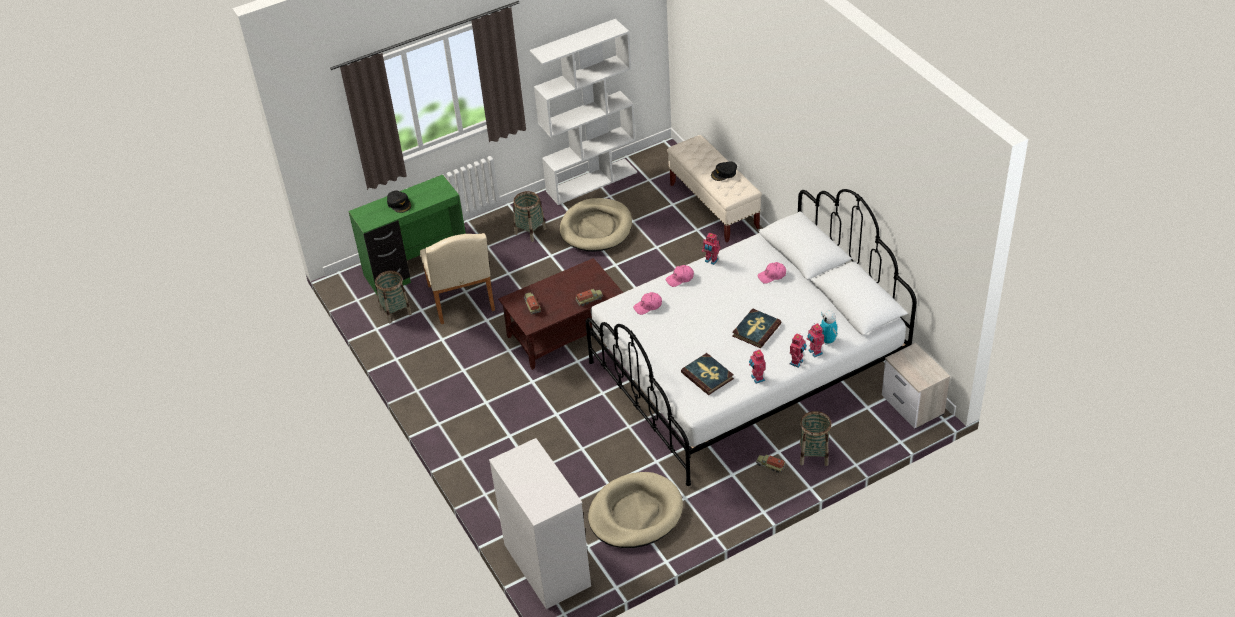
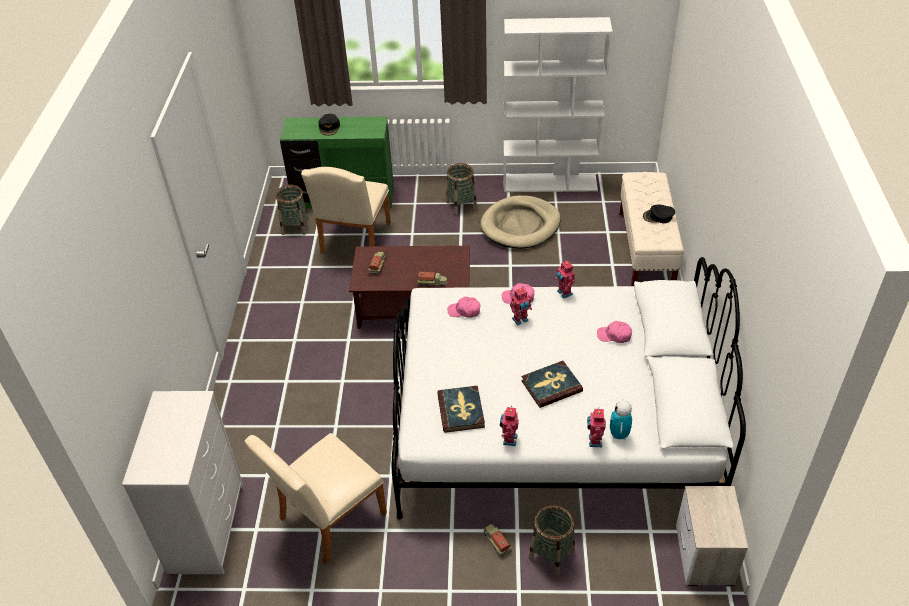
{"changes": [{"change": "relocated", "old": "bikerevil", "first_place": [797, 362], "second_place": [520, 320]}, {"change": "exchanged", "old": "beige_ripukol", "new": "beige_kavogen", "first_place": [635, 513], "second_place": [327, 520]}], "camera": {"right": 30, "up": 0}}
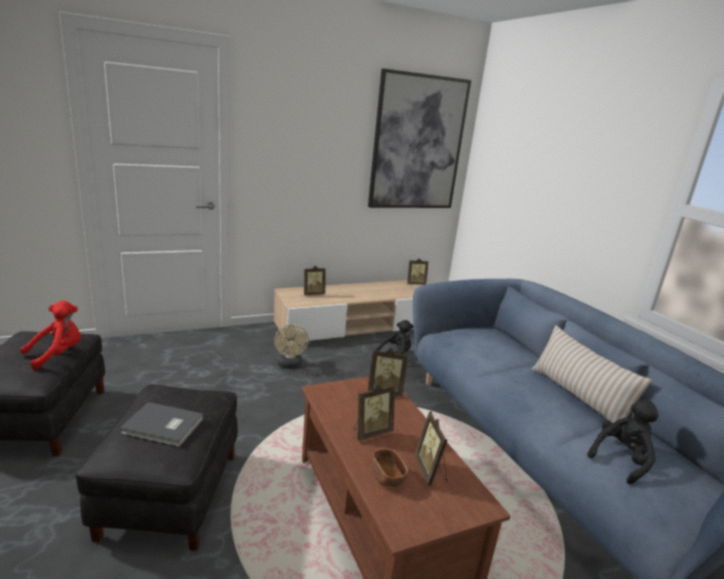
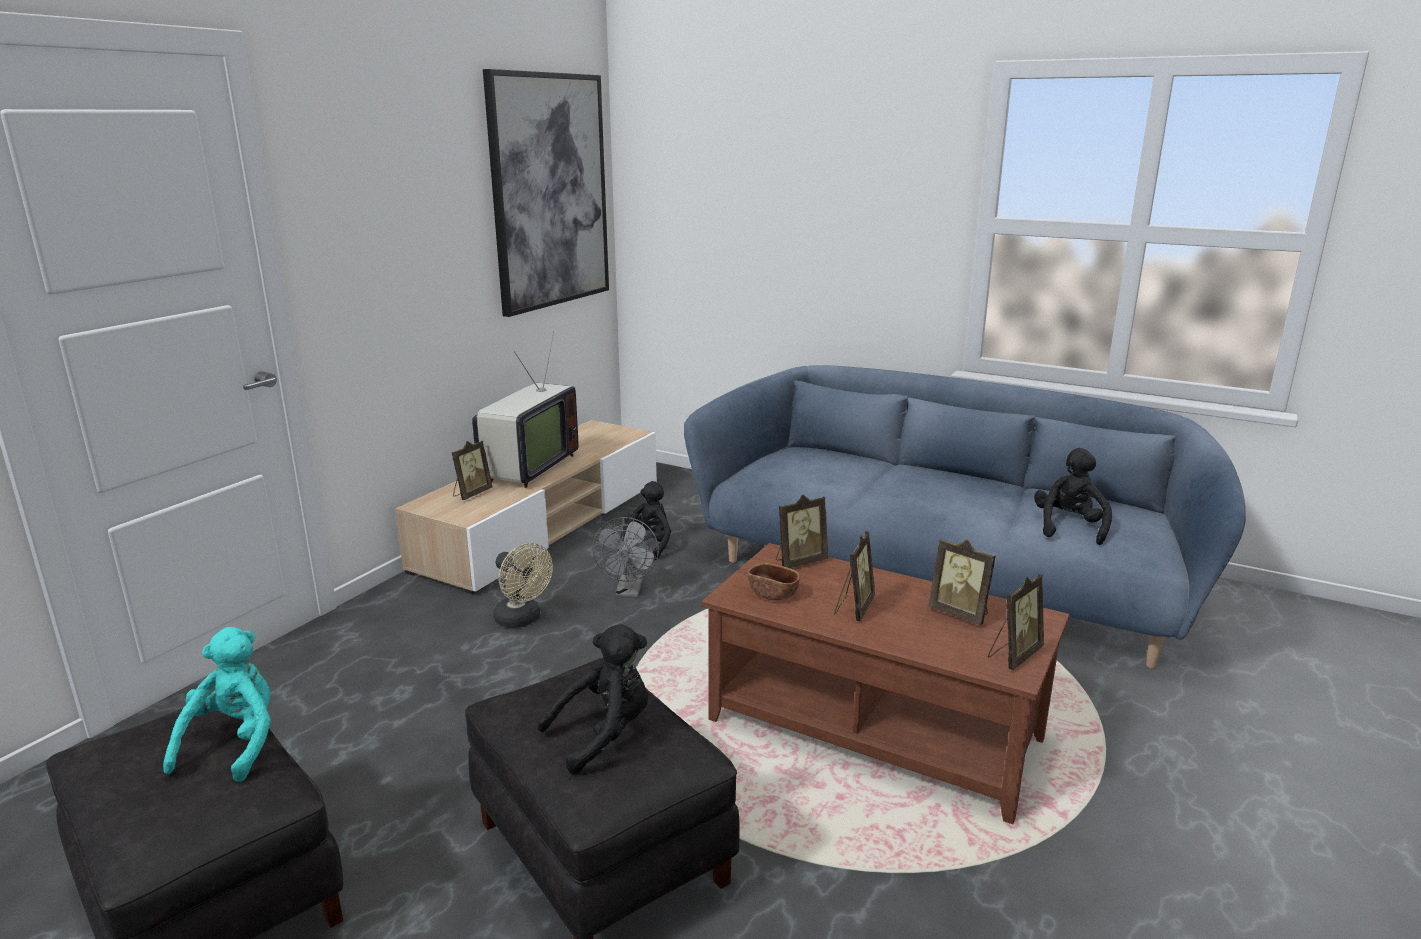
{"changes": [{"change": "relocated", "old": "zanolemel", "first_place": [415, 284], "second_place": [1013, 655]}, {"change": "colour", "old": "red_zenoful", "new": "turquoise_zenoful", "first_place": [58, 354], "second_place": [235, 744]}, {"change": "missing", "old": "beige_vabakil", "first_place": [578, 396]}, {"change": "exchanged", "old": "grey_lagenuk", "new": "black_zenoful", "first_place": [163, 427], "second_place": [604, 734]}, {"change": "relocated", "old": "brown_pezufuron", "first_place": [387, 477], "second_place": [773, 594]}, {"change": "appeared", "new": "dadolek", "second_place": [527, 468]}, {"change": "appeared", "new": "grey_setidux", "second_place": [629, 592]}], "camera": {"right": -35, "up": 0}}
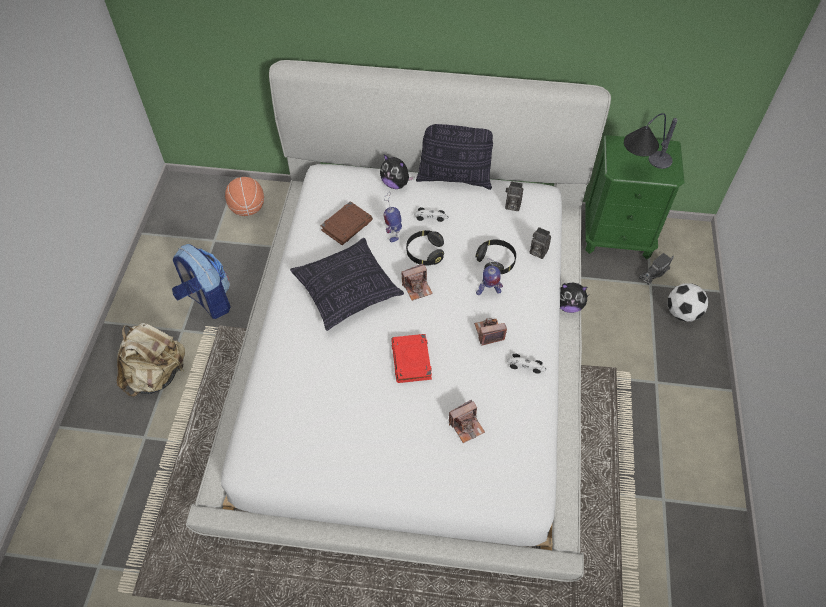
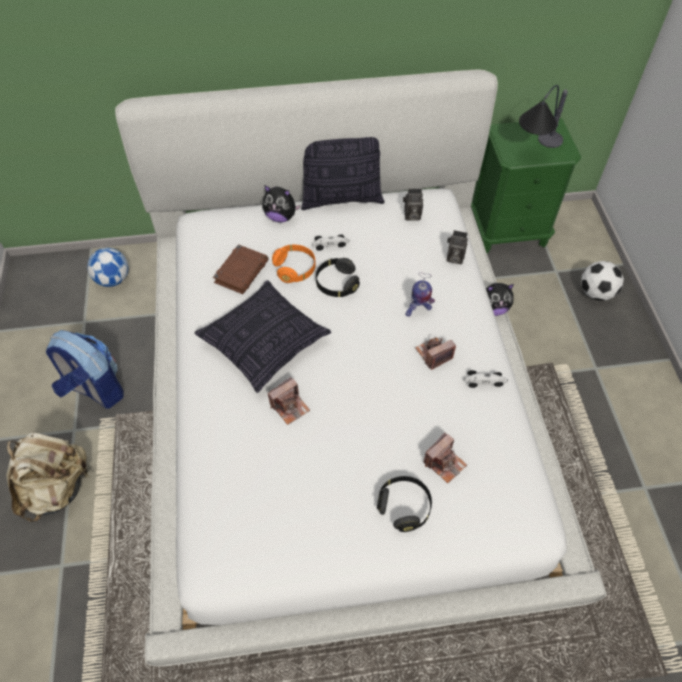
{"changes": [{"change": "exchanged", "old": "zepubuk", "new": "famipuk", "first_place": [248, 208], "second_place": [113, 279]}, {"change": "exchanged", "old": "bikerevil", "new": "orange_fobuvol", "first_place": [393, 233], "second_place": [295, 269]}, {"change": "relocated", "old": "black_fobuvol", "first_place": [496, 262], "second_place": [404, 506]}, {"change": "missing", "old": "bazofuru", "first_place": [654, 272]}, {"change": "relocated", "old": "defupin", "first_place": [417, 287], "second_place": [289, 406]}, {"change": "missing", "old": "red_lagenuk", "first_place": [411, 361]}], "camera": {"right": -15, "up": 0}}
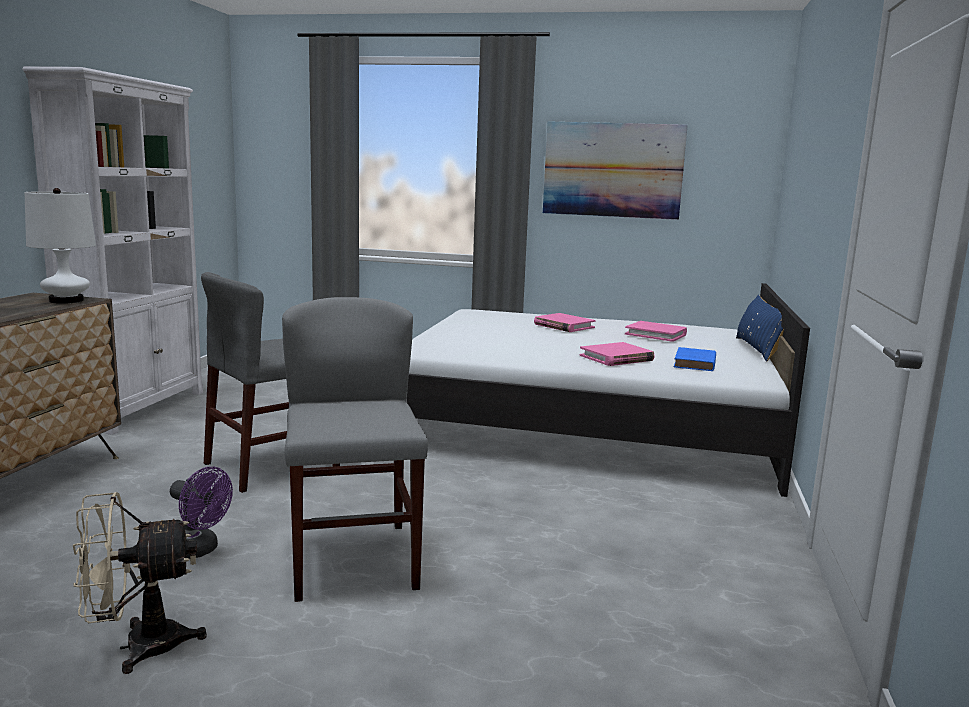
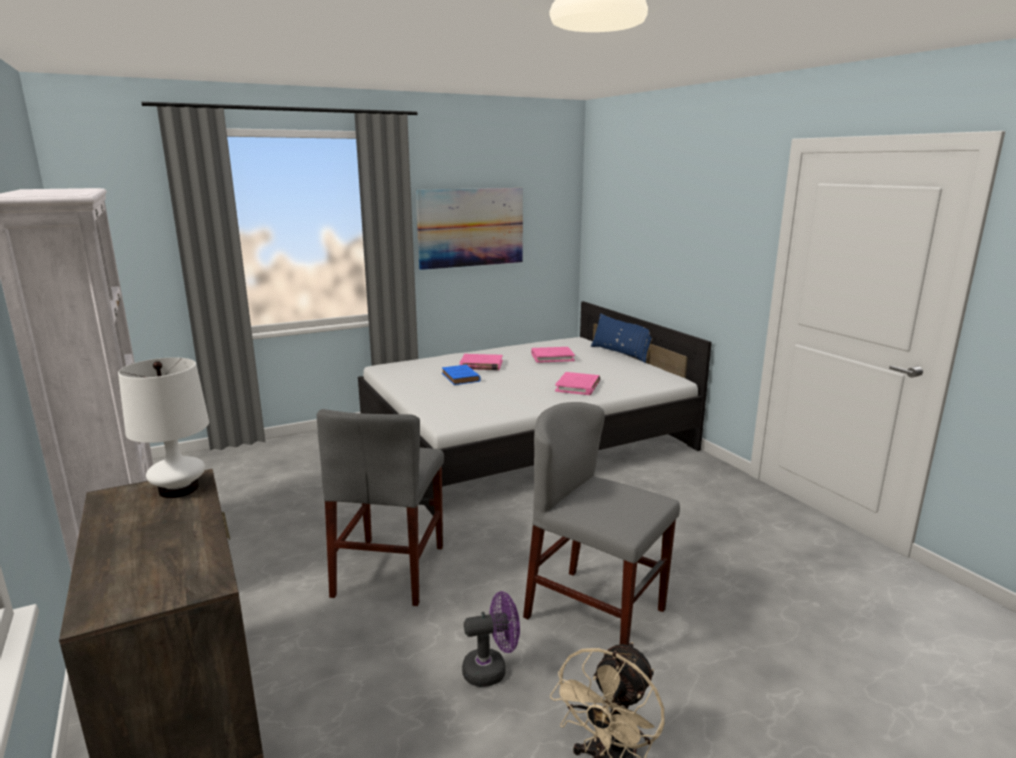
{"changes": [{"change": "relocated", "old": "blue_lagenuk", "first_place": [694, 363], "second_place": [461, 378]}], "camera": {"right": -40, "up": 5}}
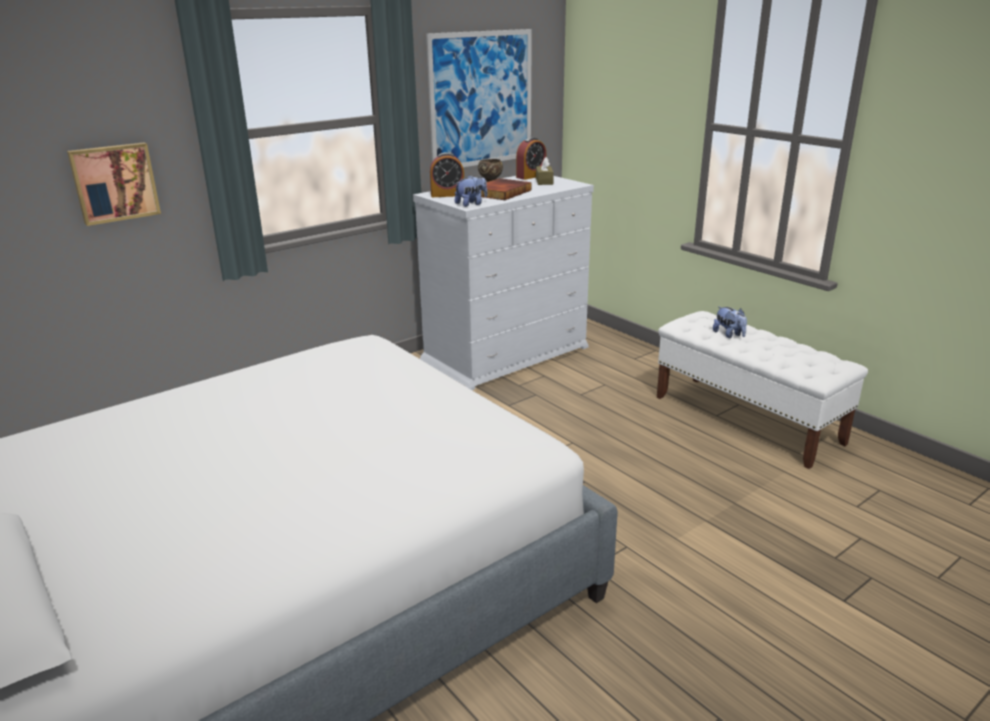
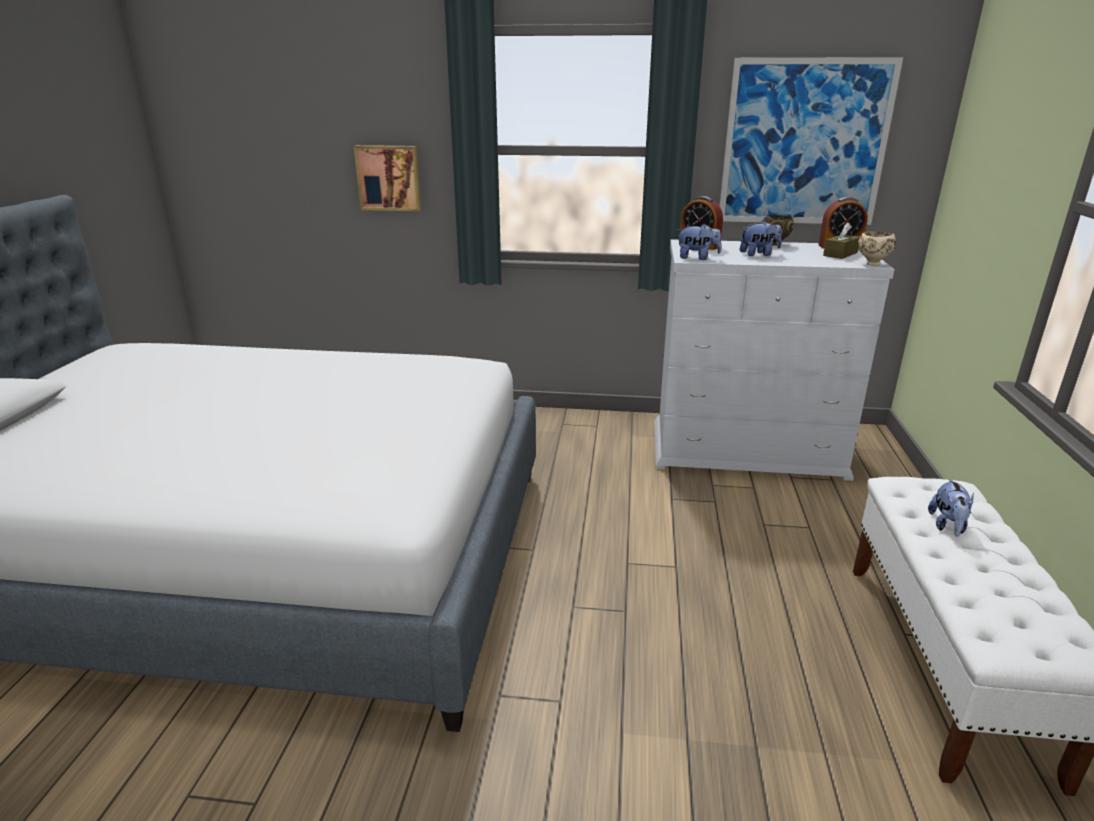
{"changes": [{"change": "exchanged", "old": "lagenuk", "new": "zenoful", "first_place": [501, 192], "second_place": [759, 254]}, {"change": "appeared", "new": "beige_pezufuron", "second_place": [872, 264]}], "camera": {"right": 45, "up": 0}}
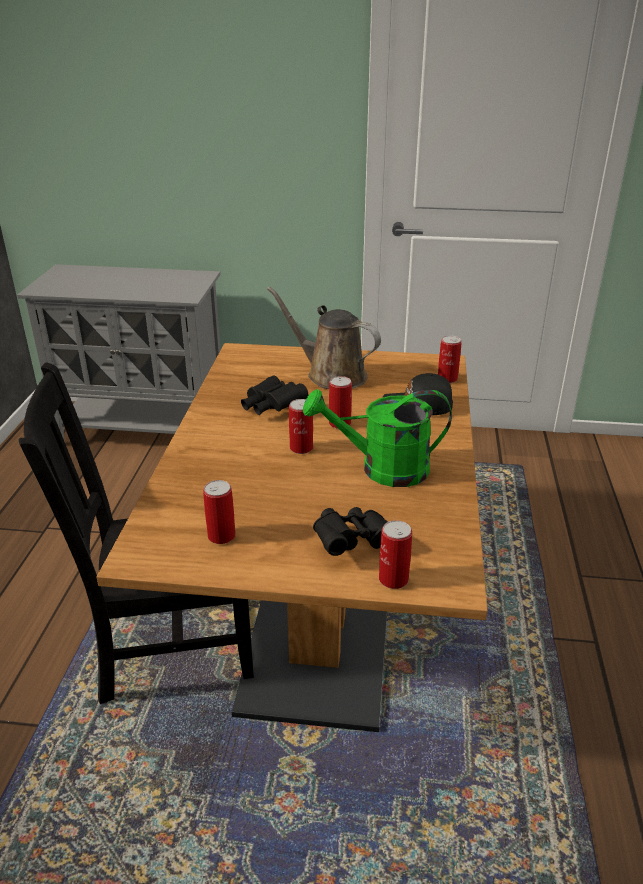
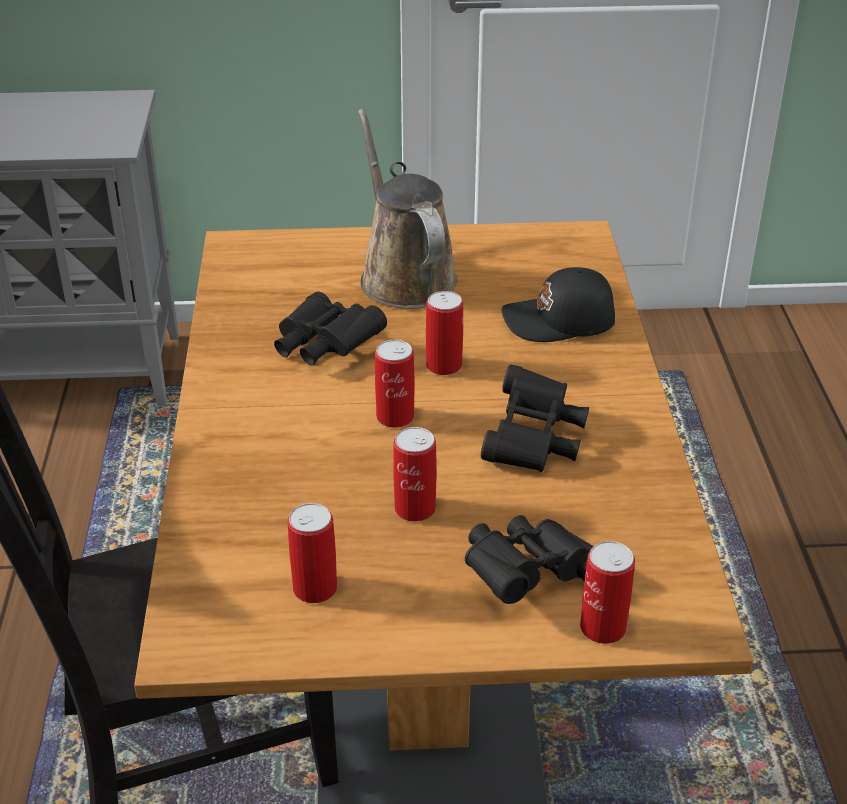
{"changes": [{"change": "spun", "old": "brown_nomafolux", "first_place": [331, 375], "second_place": [404, 276], "degrees": 45}, {"change": "relocated", "old": "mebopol", "first_place": [447, 379], "second_place": [415, 508]}, {"change": "exchanged", "old": "green_nomafolux", "new": "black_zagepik", "first_place": [382, 469], "second_place": [534, 441]}], "camera": {"right": -10, "up": 5}}
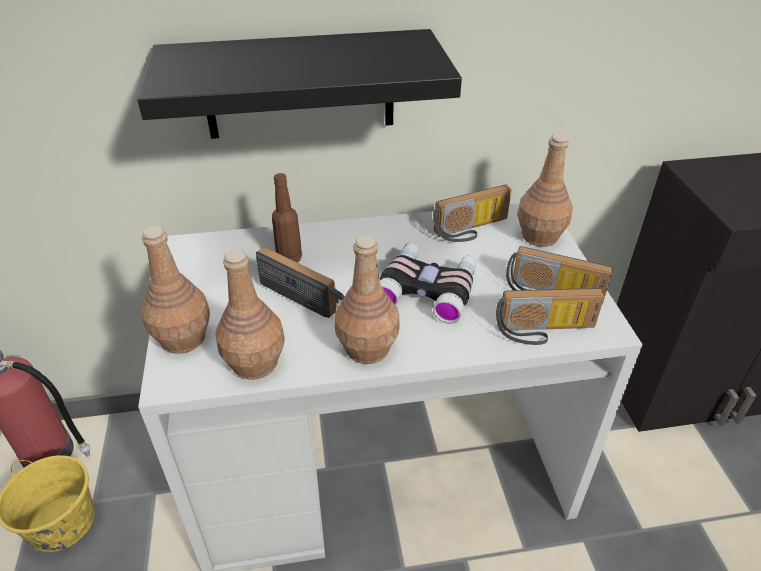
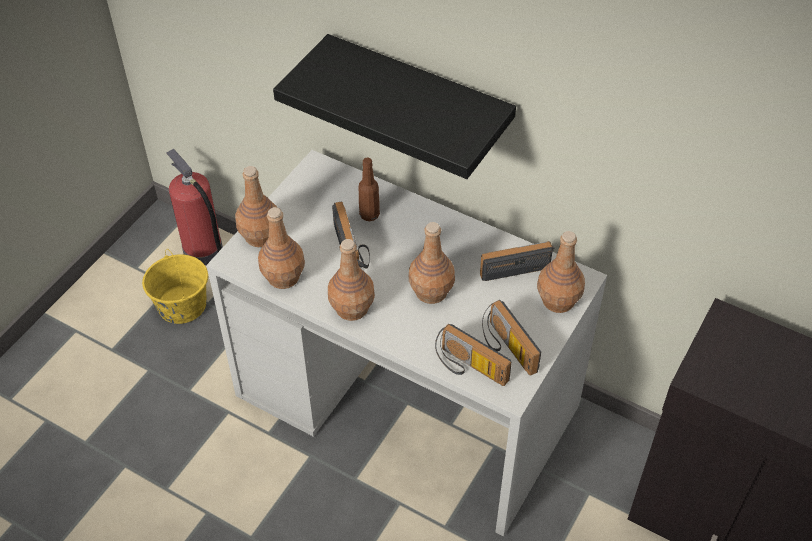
{"changes": [{"change": "spun", "old": "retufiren", "first_place": [472, 230], "second_place": [515, 265], "degrees": 150}, {"change": "exchanged", "old": "zagepik", "new": "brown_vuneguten", "first_place": [428, 288], "second_place": [432, 291]}], "camera": {"right": 40, "up": 10}}
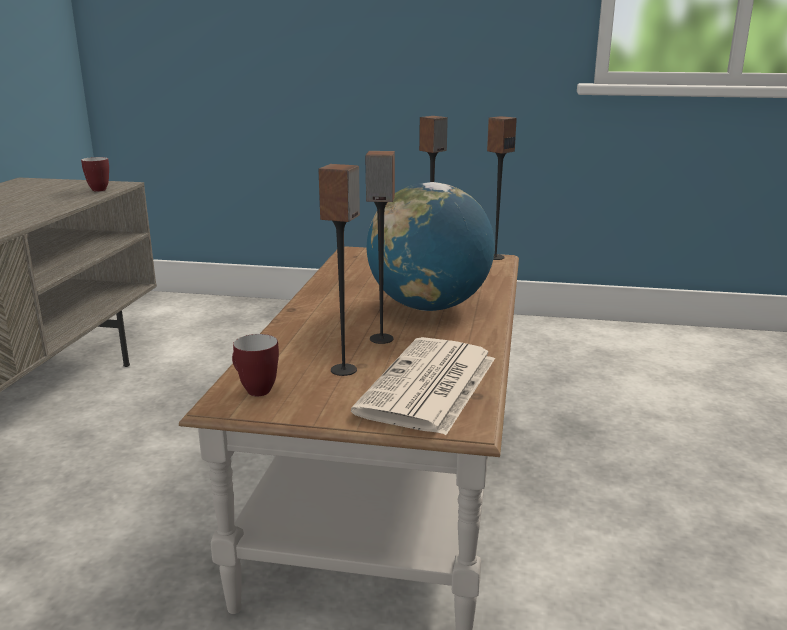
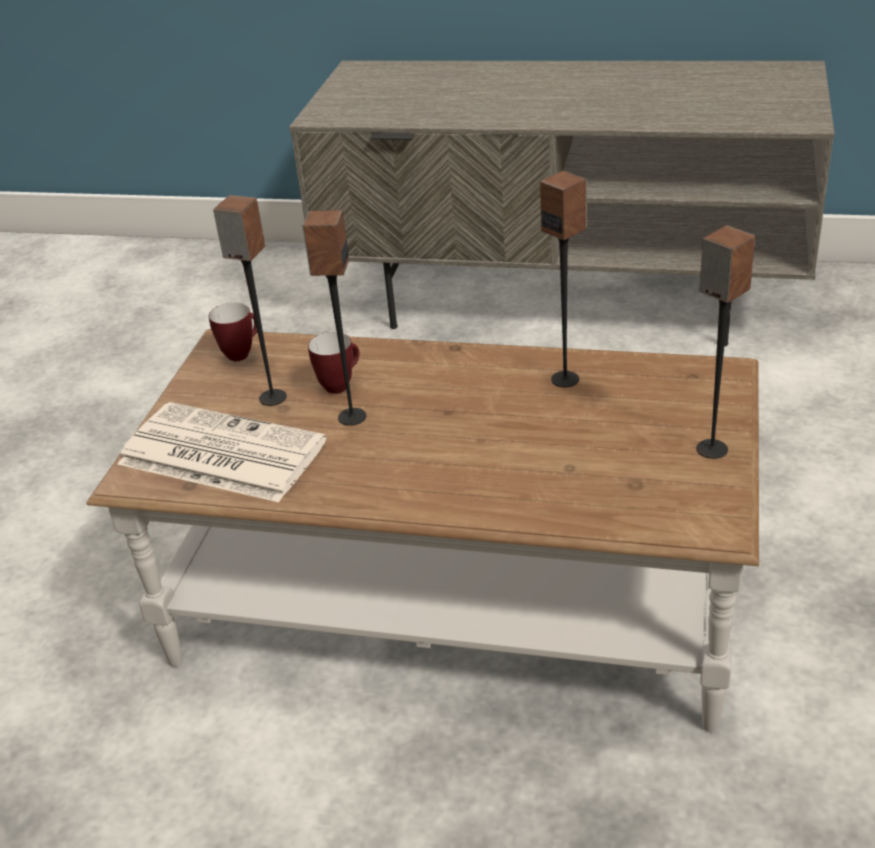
{"changes": [{"change": "relocated", "old": "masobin", "first_place": [495, 257], "second_place": [565, 379]}, {"change": "relocated", "old": "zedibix", "first_place": [96, 189], "second_place": [340, 384]}, {"change": "missing", "old": "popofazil", "first_place": [429, 307]}], "camera": {"right": 95, "up": 15}}
